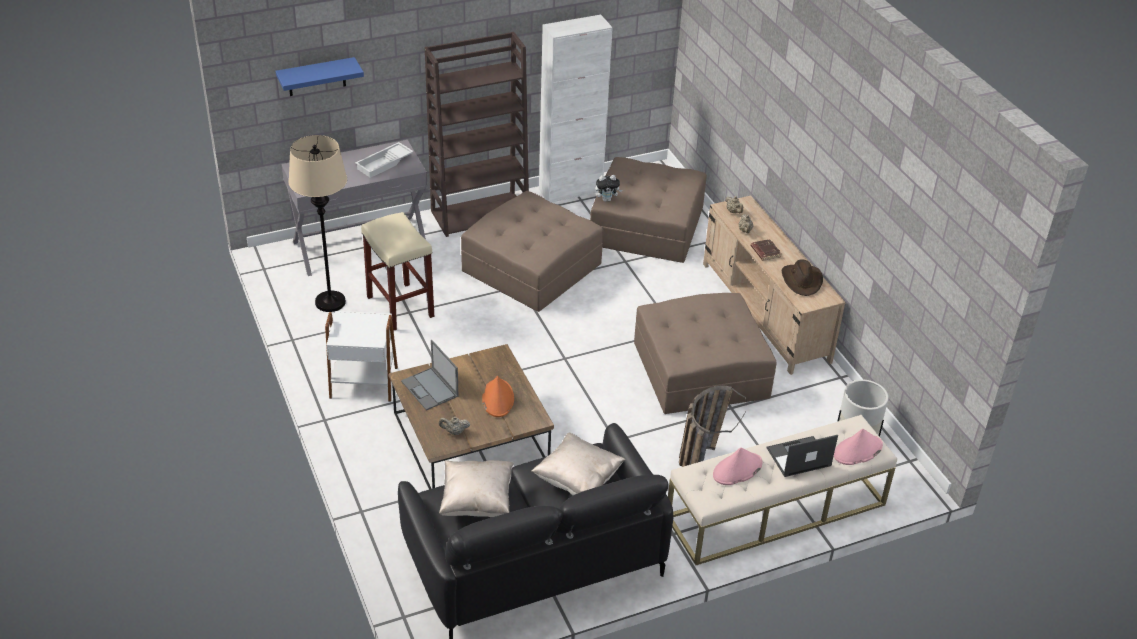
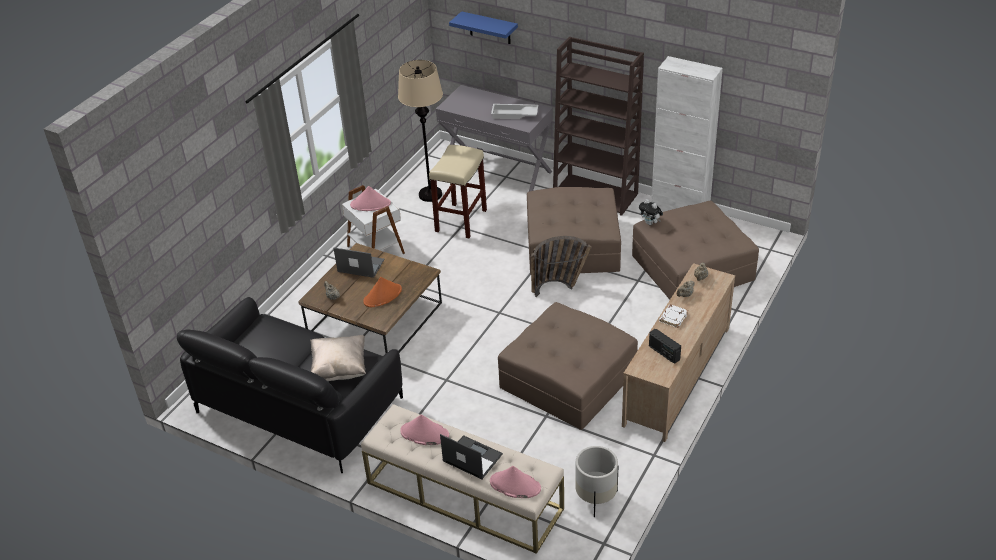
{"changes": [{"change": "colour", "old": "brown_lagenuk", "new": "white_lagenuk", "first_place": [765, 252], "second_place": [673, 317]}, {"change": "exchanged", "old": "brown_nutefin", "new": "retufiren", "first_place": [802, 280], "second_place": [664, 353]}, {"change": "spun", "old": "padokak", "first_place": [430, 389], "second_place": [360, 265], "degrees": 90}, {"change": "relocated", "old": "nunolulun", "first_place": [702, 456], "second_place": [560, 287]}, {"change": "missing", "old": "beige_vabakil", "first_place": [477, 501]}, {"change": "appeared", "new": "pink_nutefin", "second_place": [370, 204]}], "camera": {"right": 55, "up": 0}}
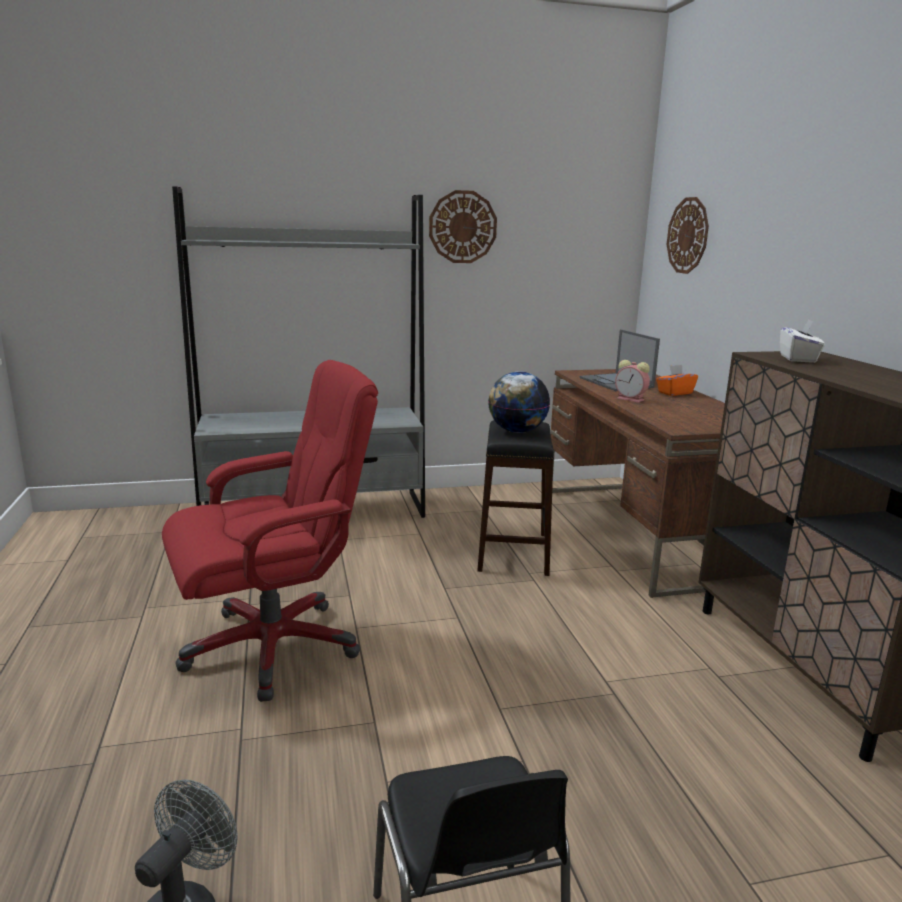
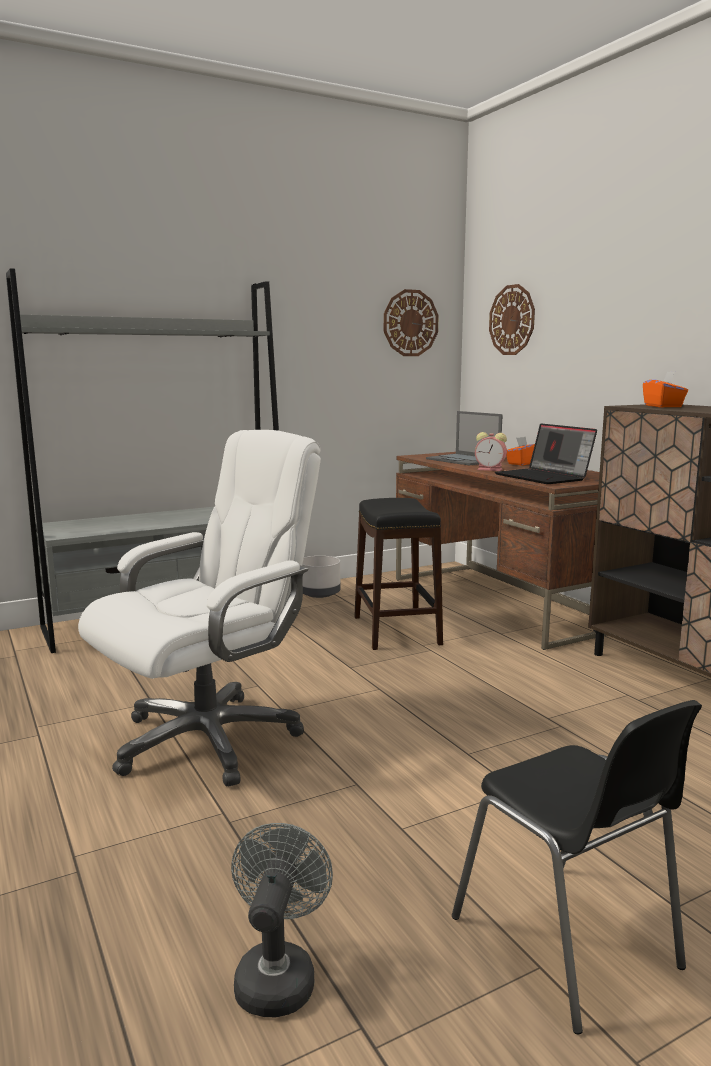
{"changes": [{"change": "relocated", "old": "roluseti", "first_place": [462, 227], "second_place": [410, 323]}, {"change": "colour", "old": "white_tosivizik", "new": "orange_tosivizik", "first_place": [798, 359], "second_place": [663, 406]}, {"change": "colour", "old": "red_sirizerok", "new": "white_sirizerok", "first_place": [274, 646], "second_place": [208, 739]}, {"change": "missing", "old": "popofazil", "first_place": [517, 431]}, {"change": "appeared", "new": "padokak", "second_place": [544, 477]}, {"change": "appeared", "new": "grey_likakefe", "second_place": [319, 593]}], "camera": {"right": -15, "up": -5}}
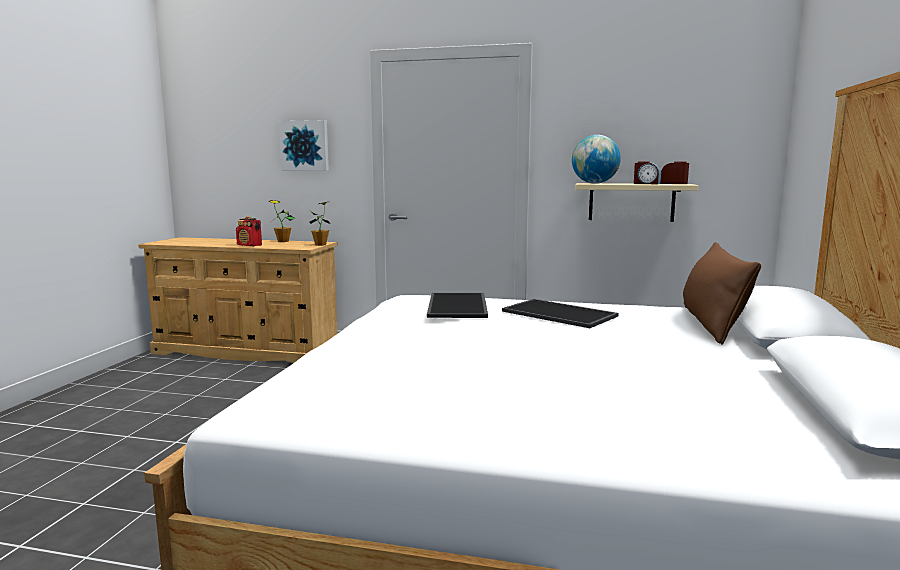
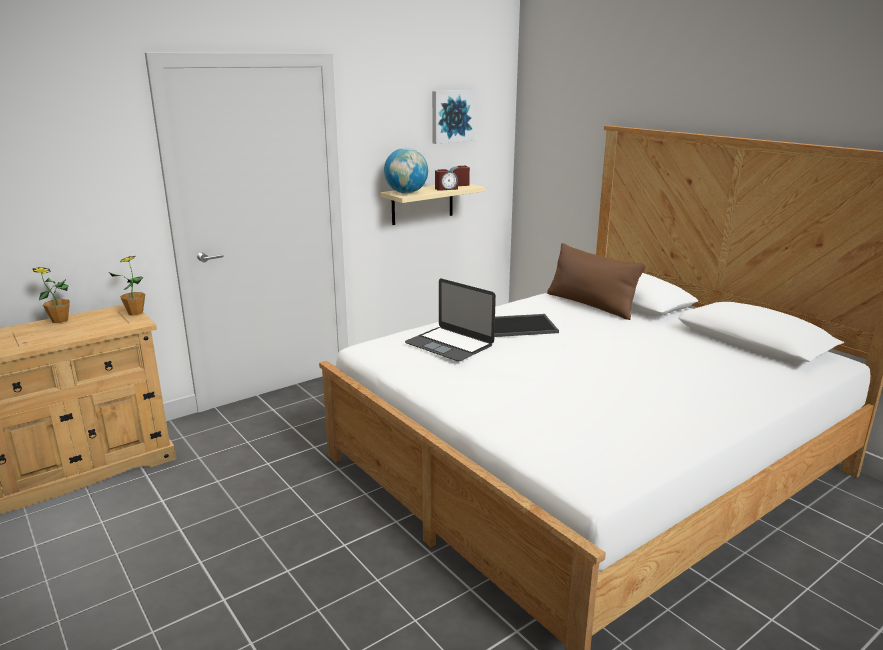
{"changes": [{"change": "relocated", "old": "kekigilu", "first_place": [305, 146], "second_place": [452, 116]}, {"change": "missing", "old": "retufiren", "first_place": [249, 245]}, {"change": "exchanged", "old": "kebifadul", "new": "padokak", "first_place": [459, 306], "second_place": [449, 344]}], "camera": {"right": -50, "up": 10}}
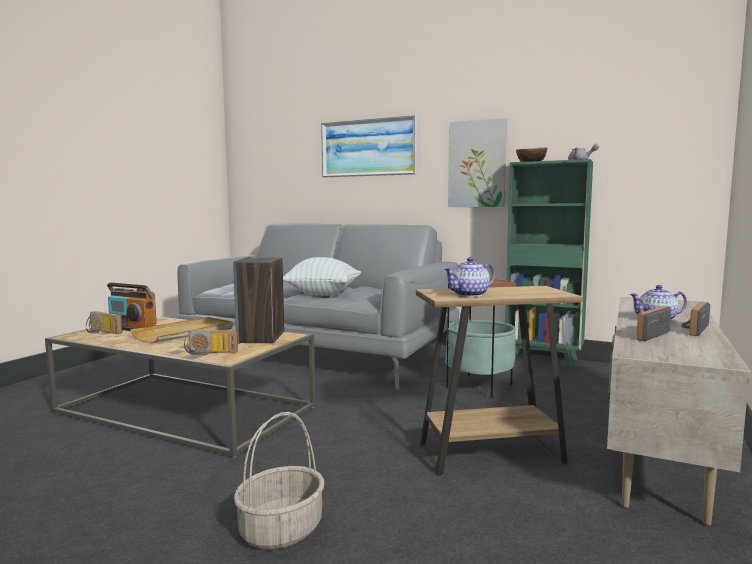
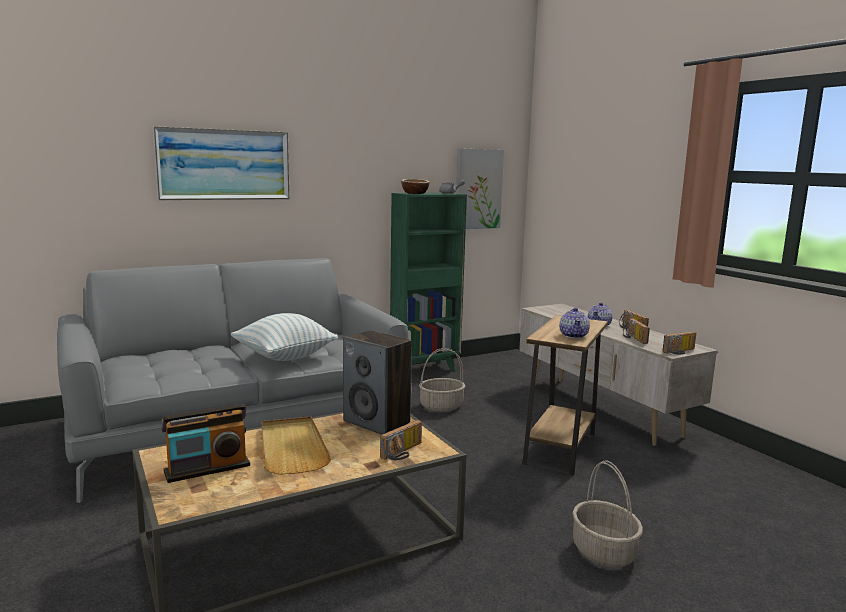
{"changes": [{"change": "relocated", "old": "kekigilu", "first_place": [477, 164], "second_place": [478, 189]}, {"change": "exchanged", "old": "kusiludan", "new": "nunolulun", "first_place": [479, 386], "second_place": [441, 406]}, {"change": "relocated", "old": "retufiren", "first_place": [102, 332], "second_place": [680, 352]}], "camera": {"right": -55, "up": 5}}
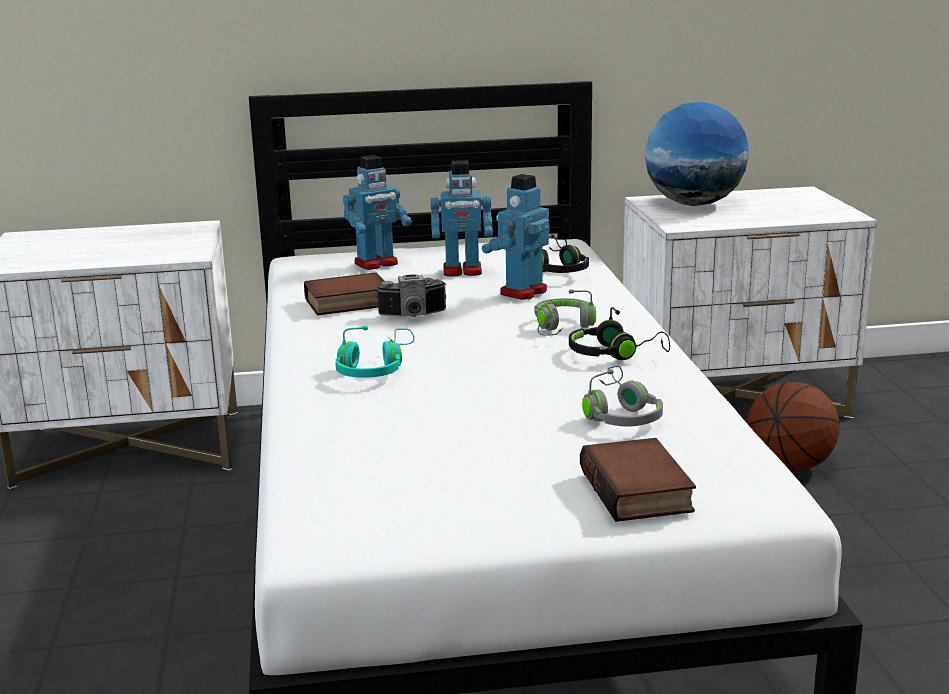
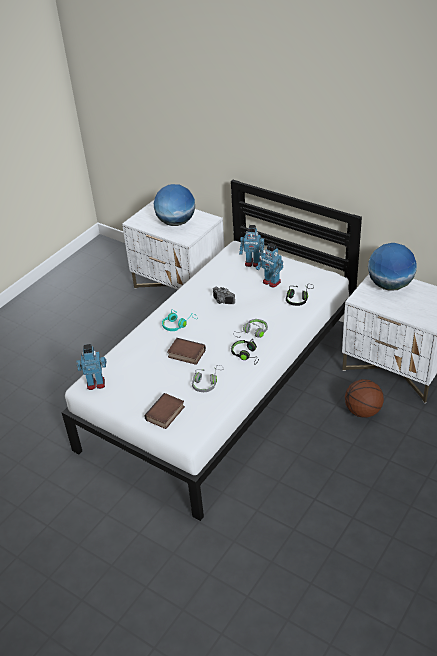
{"changes": [{"change": "relocated", "old": "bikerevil", "first_place": [522, 292], "second_place": [96, 383]}, {"change": "relocated", "old": "lagenuk", "first_place": [347, 303], "second_place": [185, 354]}, {"change": "appeared", "new": "popofazil", "second_place": [176, 222]}], "camera": {"right": 45, "up": 20}}
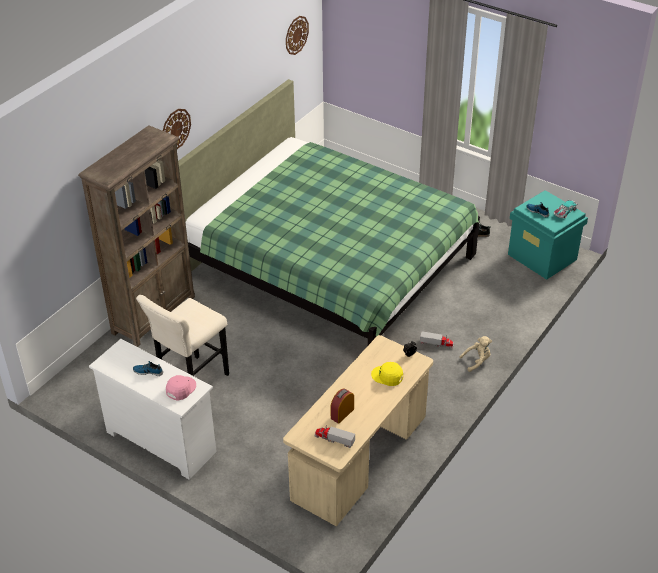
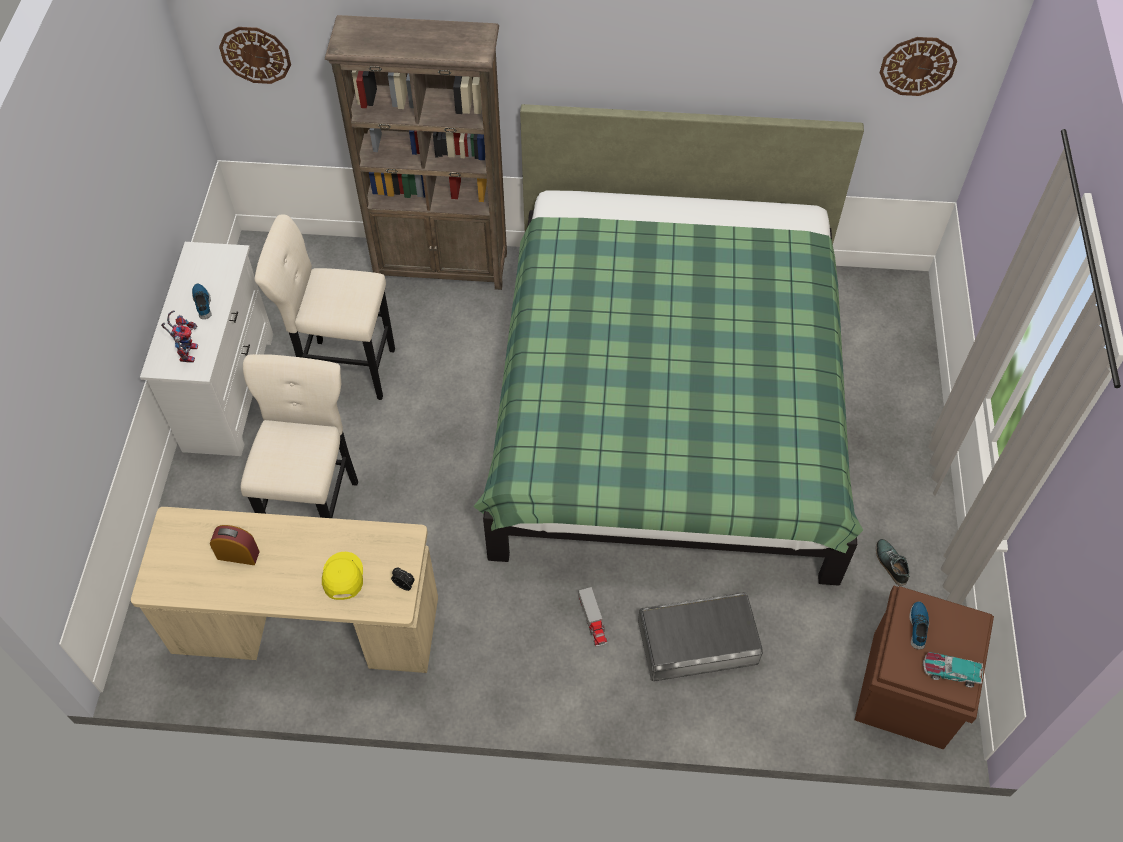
{"changes": [{"change": "relocated", "old": "roluseti", "first_place": [175, 129], "second_place": [255, 54]}, {"change": "colour", "old": "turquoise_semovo", "new": "brown_semovo", "first_place": [543, 257], "second_place": [908, 691]}, {"change": "missing", "old": "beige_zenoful", "first_place": [477, 361]}, {"change": "exchanged", "old": "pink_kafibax", "new": "bikerevil", "first_place": [180, 389], "second_place": [187, 351]}, {"change": "missing", "old": "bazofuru", "first_place": [334, 439]}, {"change": "appeared", "new": "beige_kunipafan", "second_place": [316, 509]}, {"change": "appeared", "new": "grey_semovo", "second_place": [698, 641]}], "camera": {"right": 60, "up": 15}}
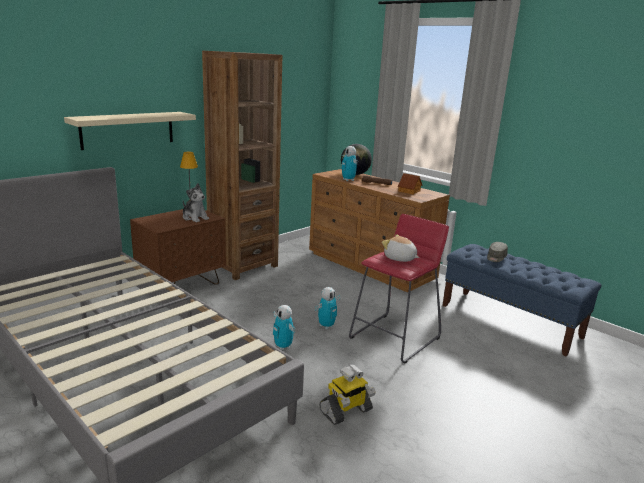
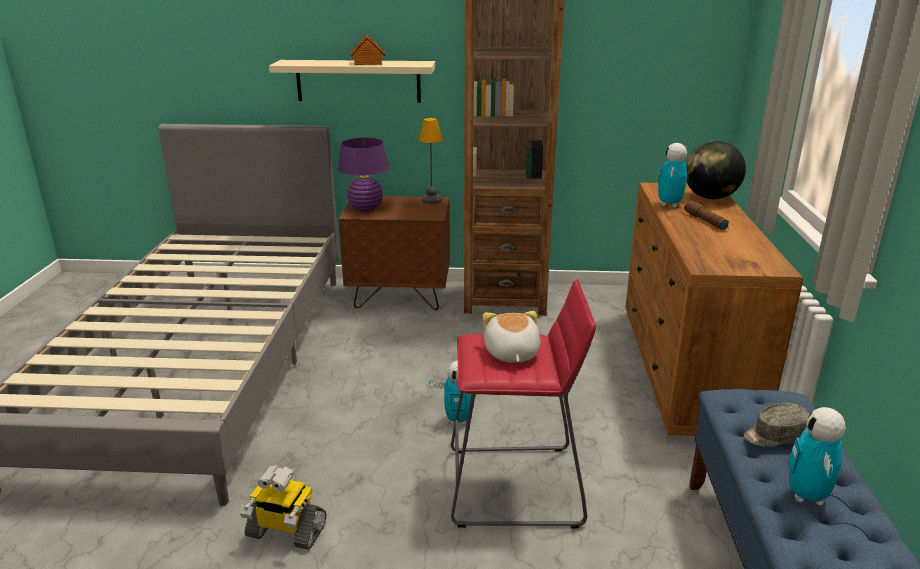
{"changes": [{"change": "relocated", "old": "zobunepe", "first_place": [409, 191], "second_place": [367, 63]}, {"change": "missing", "old": "zenoful", "first_place": [195, 218]}, {"change": "relocated", "old": "bikerevil", "first_place": [283, 346], "second_place": [807, 496]}, {"change": "appeared", "new": "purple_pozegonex", "second_place": [366, 208]}], "camera": {"right": 50, "up": 5}}
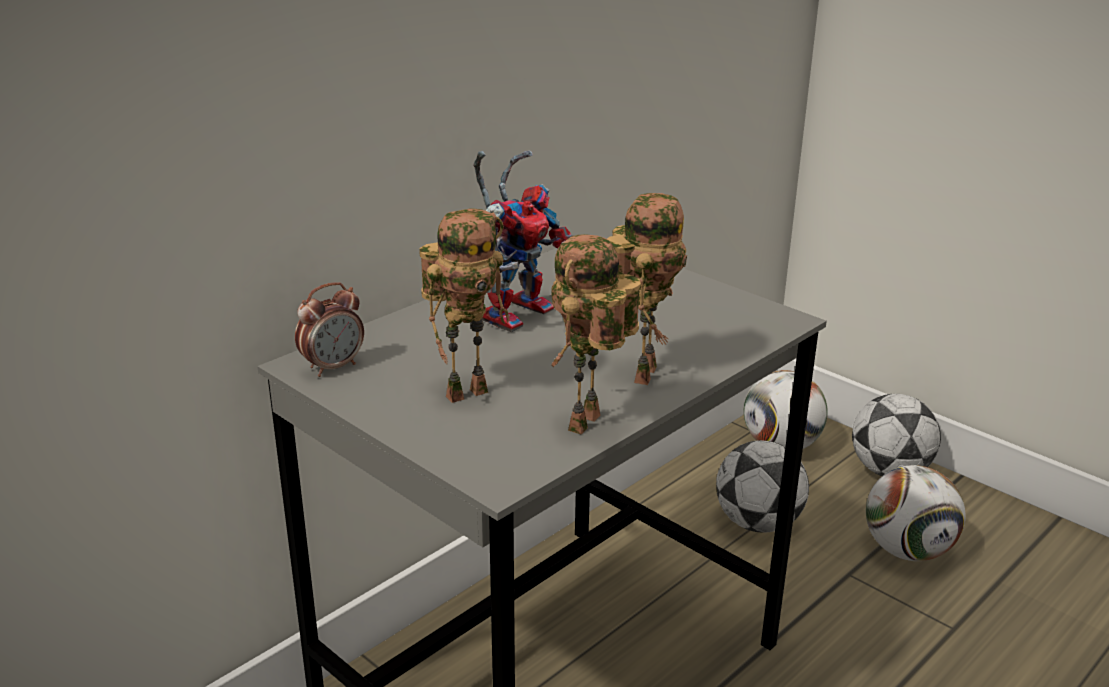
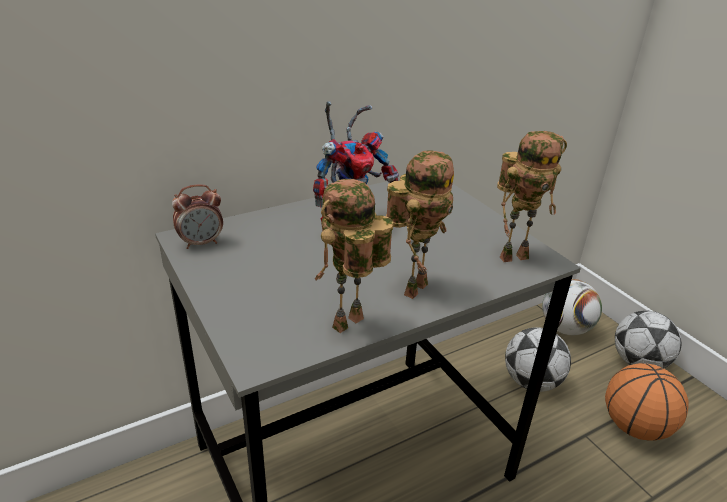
{"changes": [{"change": "relocated", "old": "bikerevil", "first_place": [467, 391], "second_place": [514, 255]}, {"change": "exchanged", "old": "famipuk", "new": "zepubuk", "first_place": [907, 550], "second_place": [634, 426]}], "camera": {"right": 15, "up": 5}}
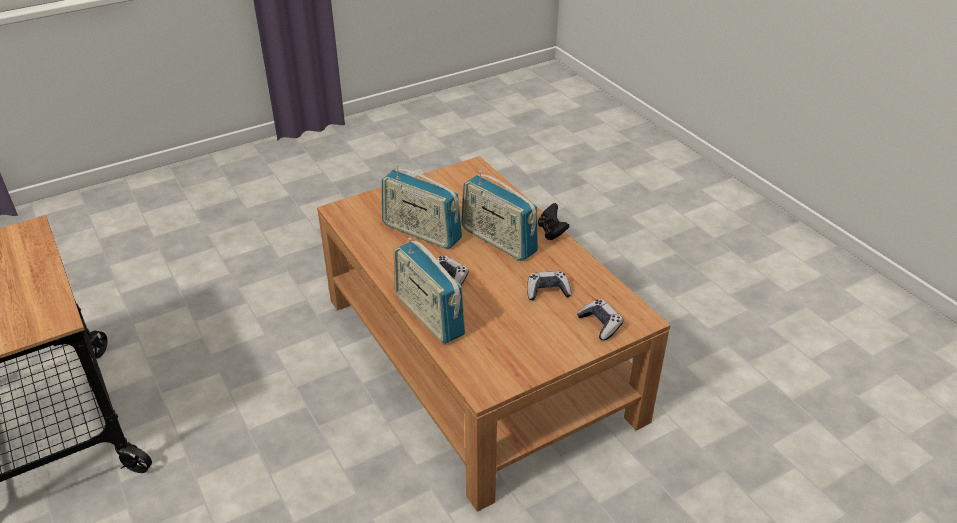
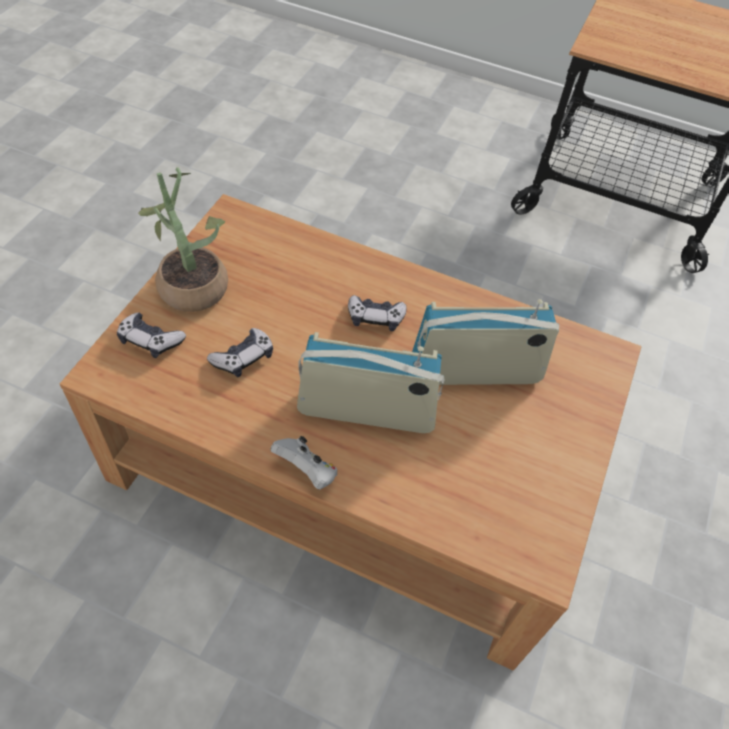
{"changes": [{"change": "colour", "old": "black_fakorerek", "new": "white_fakorerek", "first_place": [551, 231], "second_place": [307, 471]}, {"change": "missing", "old": "retufiren", "first_place": [429, 315]}, {"change": "appeared", "new": "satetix", "second_place": [190, 283]}], "camera": {"right": 140, "up": 15}}
